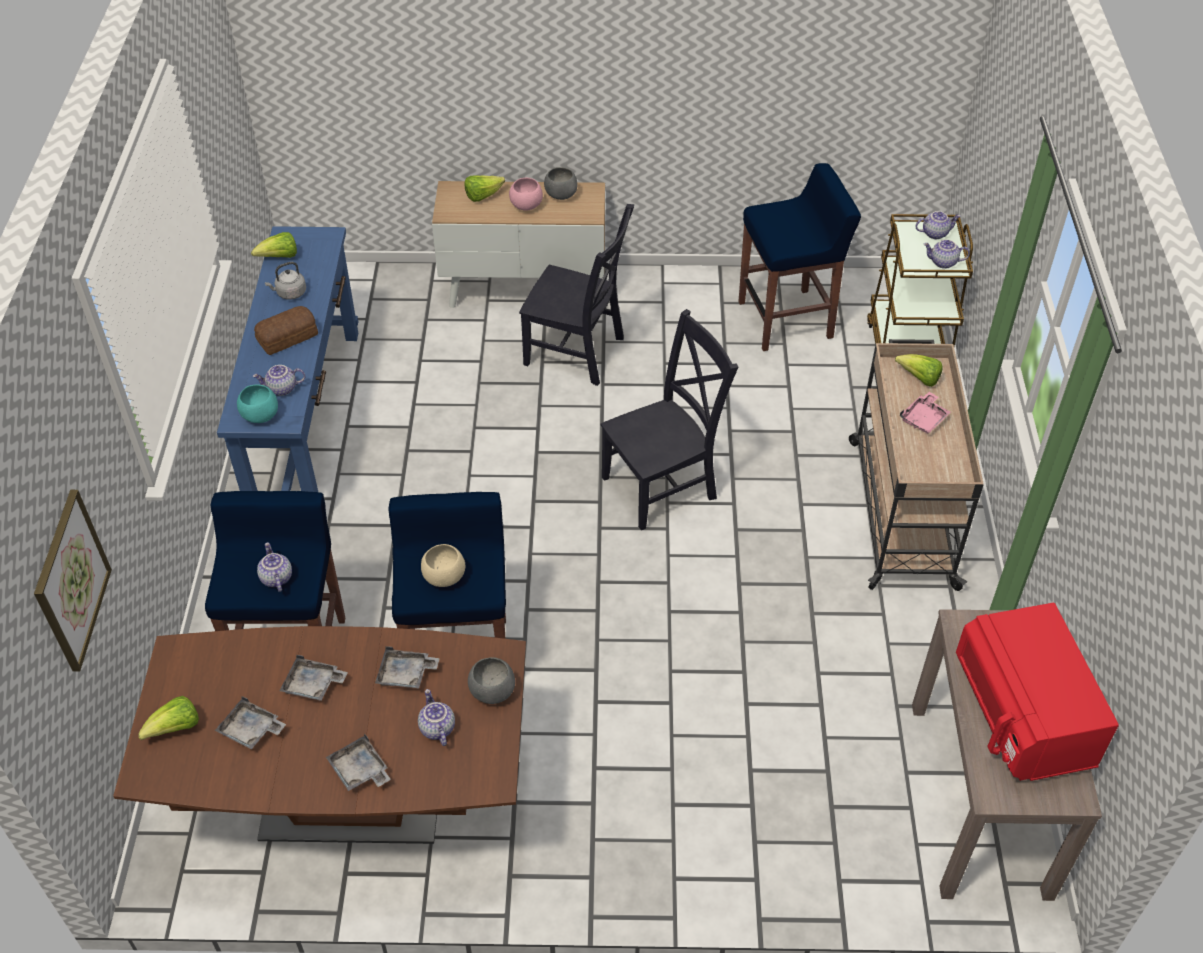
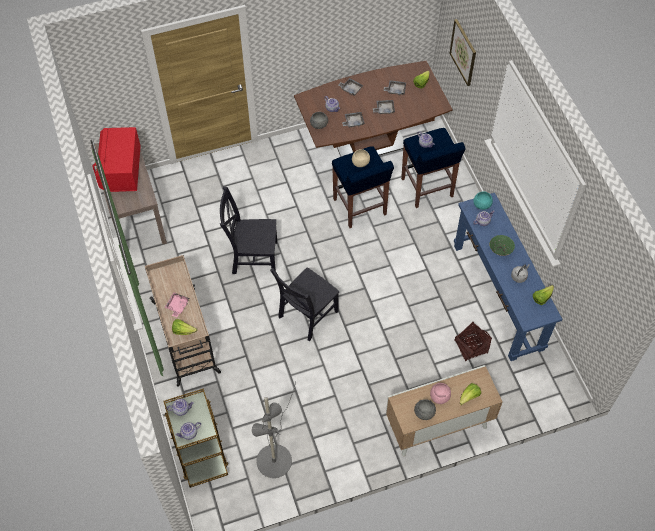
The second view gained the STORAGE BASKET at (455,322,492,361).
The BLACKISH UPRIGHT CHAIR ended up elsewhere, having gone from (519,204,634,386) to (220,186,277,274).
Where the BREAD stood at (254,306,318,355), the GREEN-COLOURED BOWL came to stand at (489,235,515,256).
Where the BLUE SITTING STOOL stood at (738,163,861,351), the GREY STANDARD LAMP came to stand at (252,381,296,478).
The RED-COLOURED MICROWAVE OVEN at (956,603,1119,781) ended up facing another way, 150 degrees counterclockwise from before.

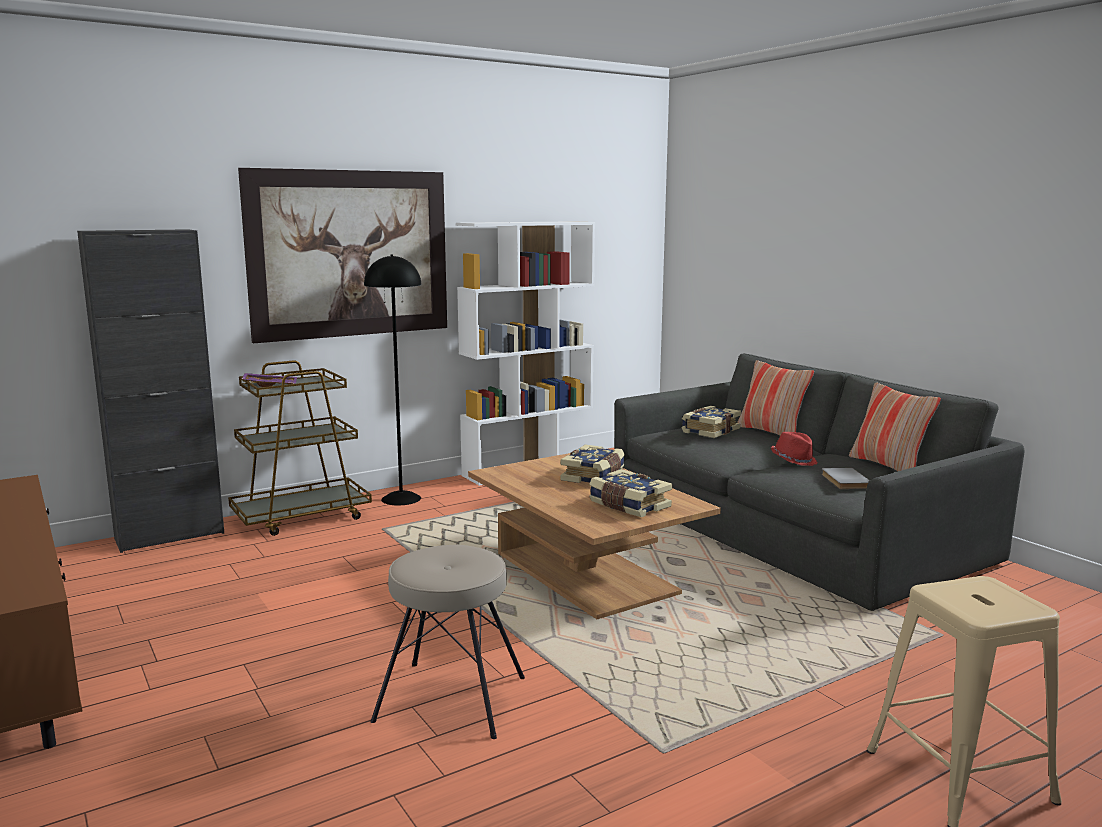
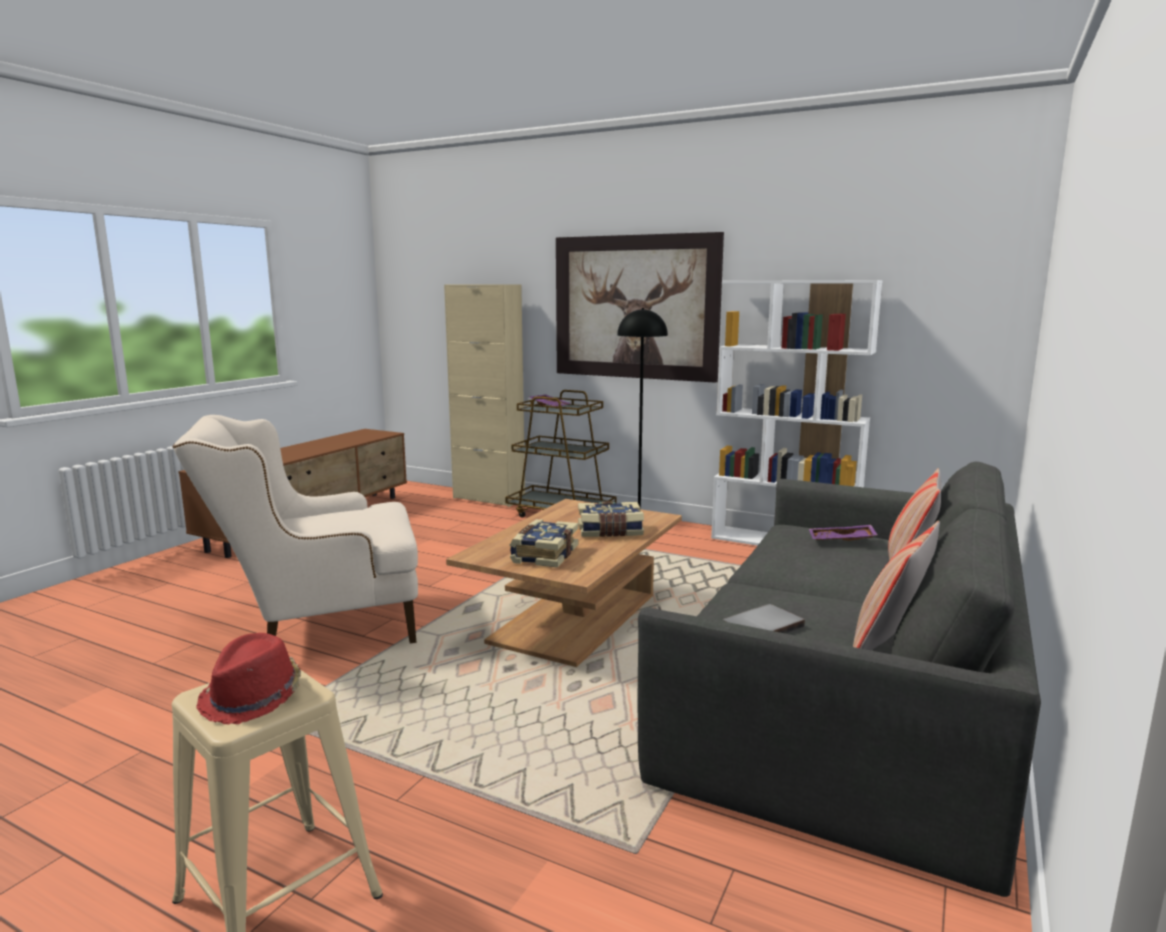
The RED-COLOURED CLOTHING HAT ended up elsewhere, having gone from (771,432,817,466) to (197,633,301,725).
Where the BEIGE-COLOURED SITTING STOOL stood at (371,545,525,739), the BEIGE-COLOURED EASY CHAIR came to stand at (172,415,418,644).
Where the BOUND BOOK stood at (681,406,741,438), the PURPLE-COLOURED SERVING TRAY came to stand at (809,525,878,541).
What was the BLACKISH CUPBOARD at (77,229,224,553) turned into the BEIGE-COLOURED CUPBOARD at (444,284,525,507).

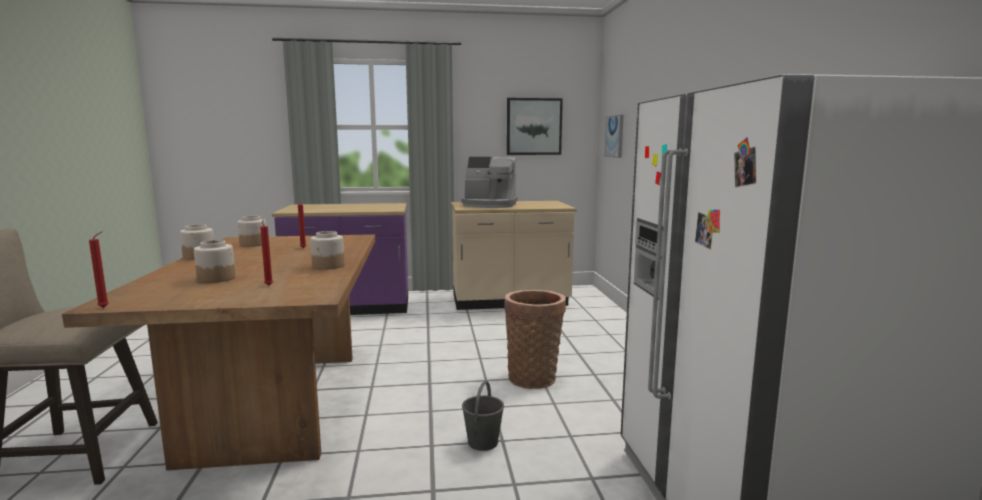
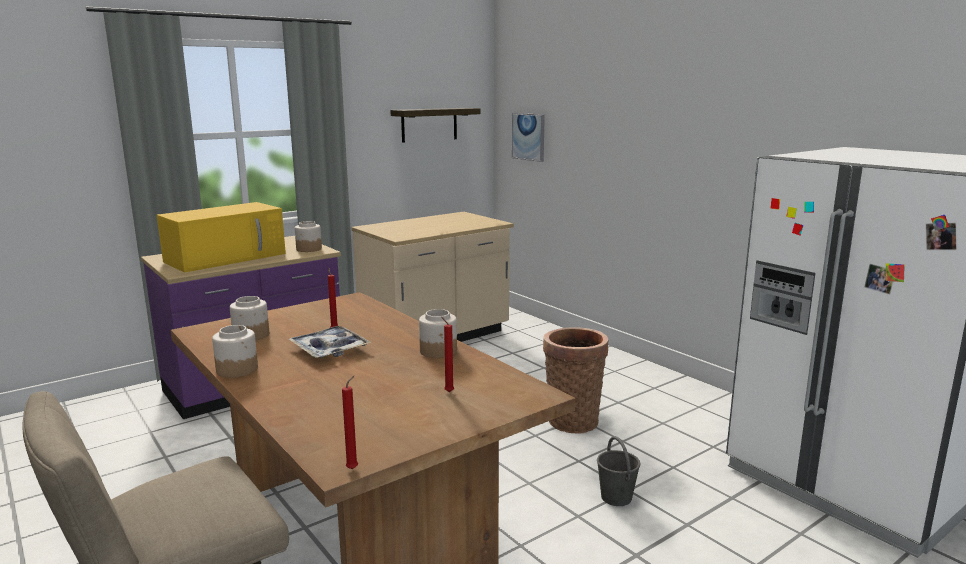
The second view lost the COFFEE MAKER at (462,157,518,208).
The second view gained the YELLOW-COLOURED MICROWAVE OVEN at (157,202,286,273).
The second view gained the SERVING TRAY at (289,326,371,358).
The STORAGE JAR ended up elsewhere, having gone from (194,240,235,283) to (295,221,322,252).
Where the WALL ART hung at (507,98,563,155), the WALL SHELF came to hang at (390,108,480,143).

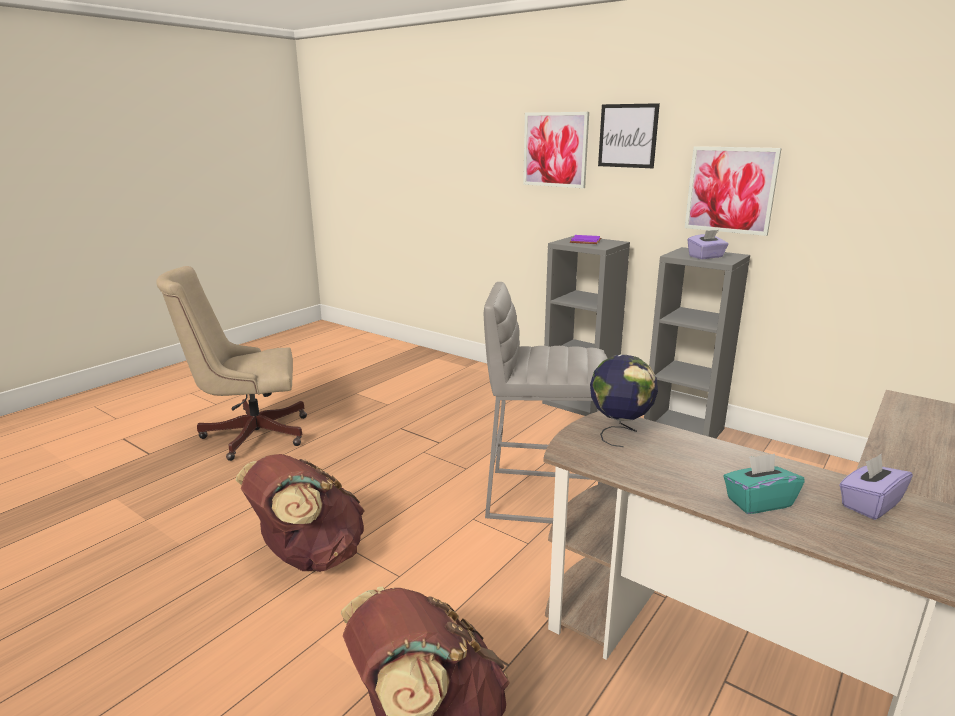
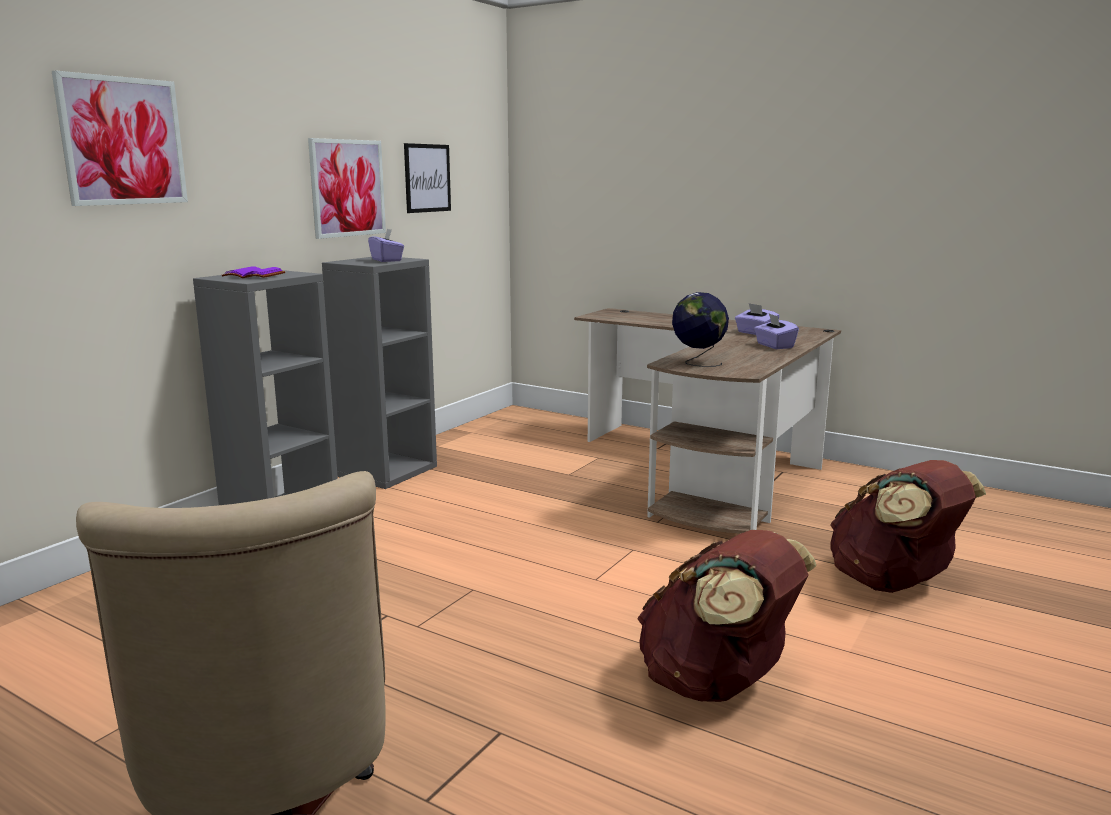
The second view lost the GREY SITTING STOOL at (484,282,608,524).
The WALL ART ended up elsewhere, having gone from (598,103,660,168) to (404,143,451,213).
What was the BLUE-GREEN TISSUE HOLDER at (723,454,805,514) turned into the PURPLE-COLOURED TISSUE HOLDER at (754,314,799,349).

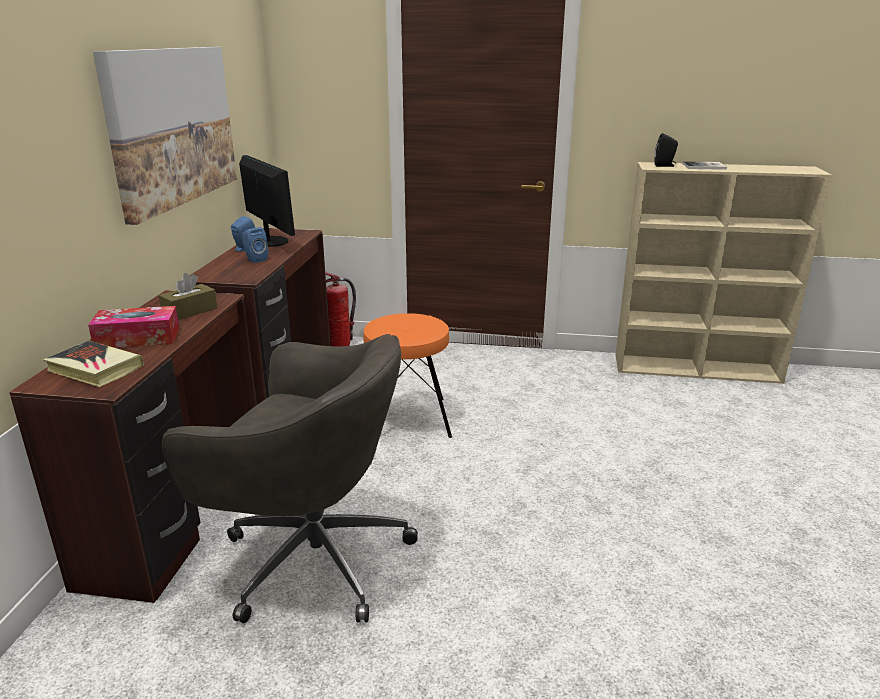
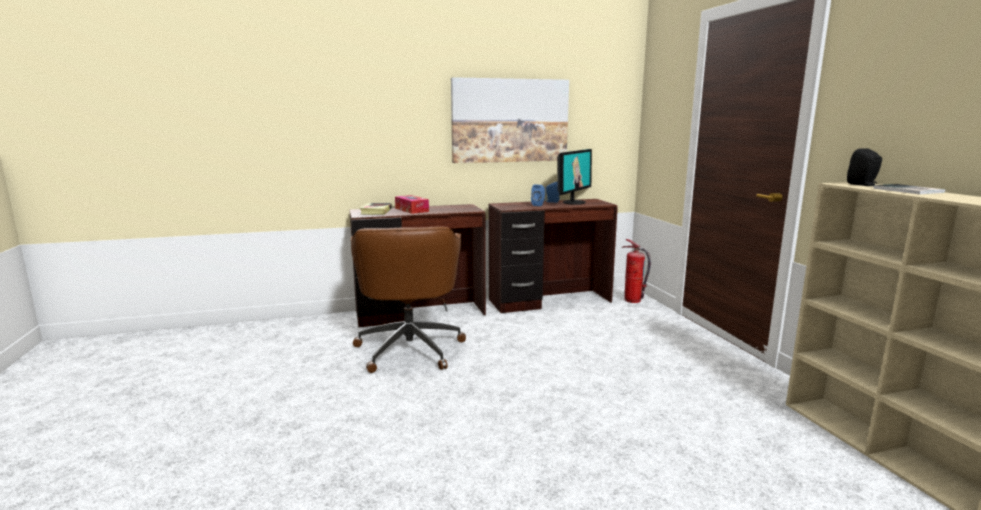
The second view lost the BROWNISH TISSUE HOLDER at (159,273,217,320).
The second view lost the ORANGE-COLOURED SITTING STOOL at (363,313,452,438).
What was the GREY OFFICE CHAIR at (162,334,418,623) turned into the BROWNISH OFFICE CHAIR at (350,226,466,373).

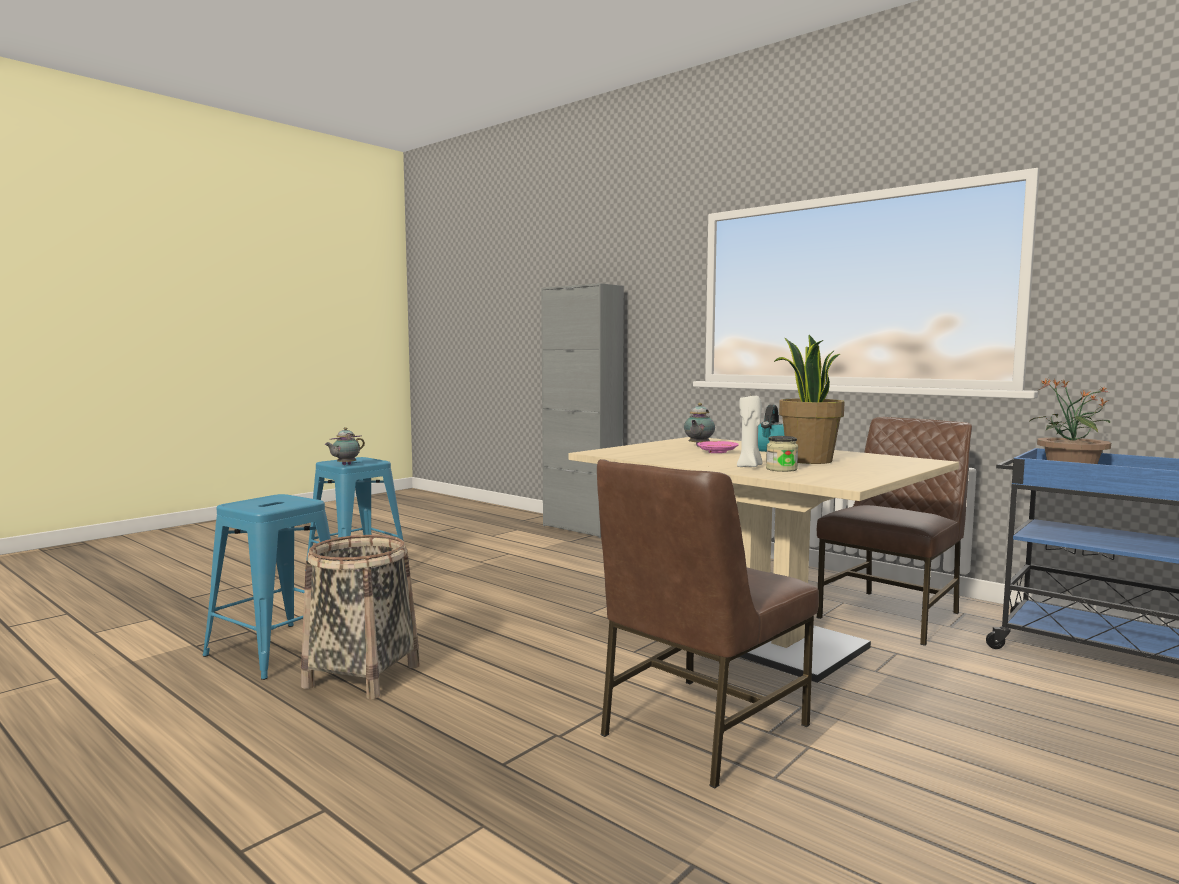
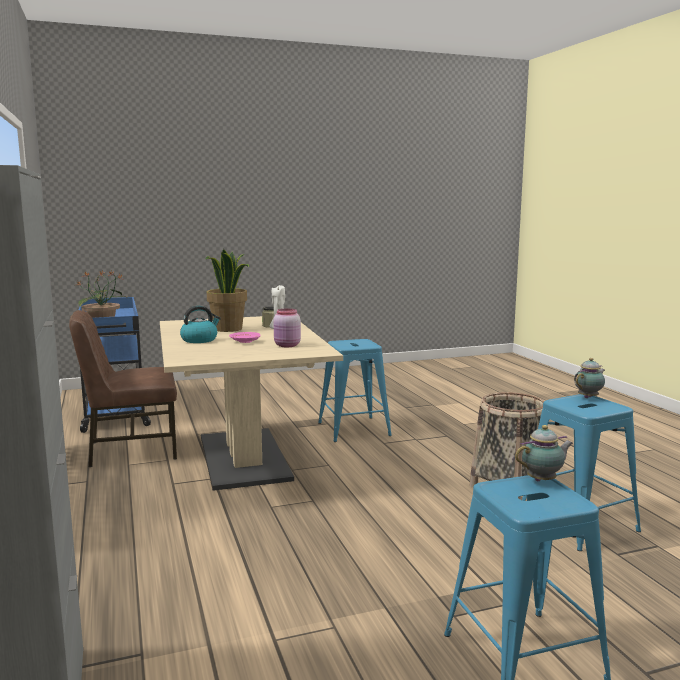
The second view gained the PINKISH STORAGE JAR at (273,308,301,347).
The TEA POT ended up elsewhere, having gone from (684,403,715,447) to (574,358,605,398).
Where the BROWNISH UPRIGHT CHAIR stood at (597,459,819,788), the BLUE SITTING STOOL came to stand at (318,339,392,442).

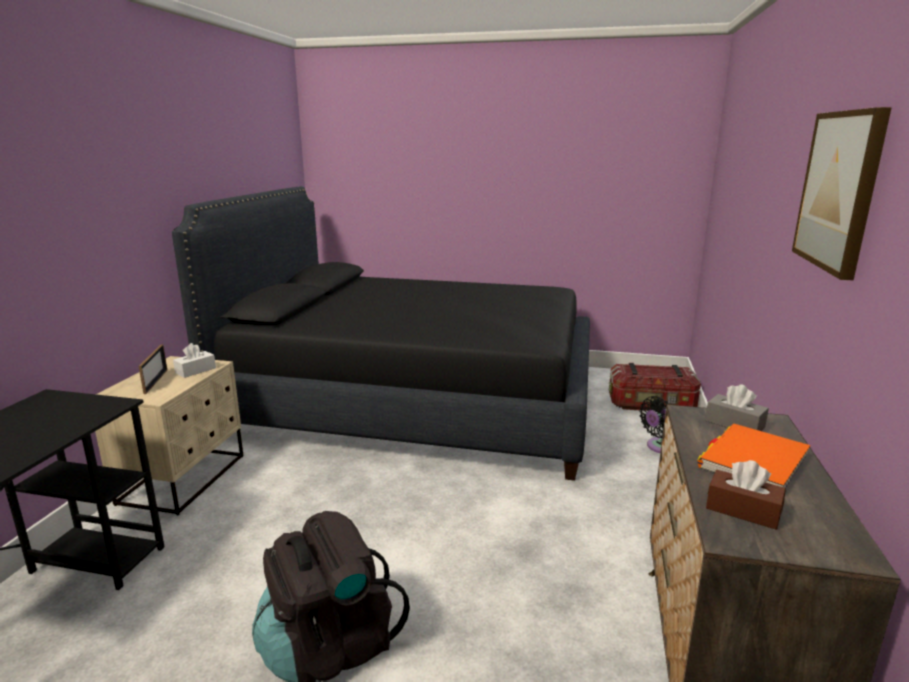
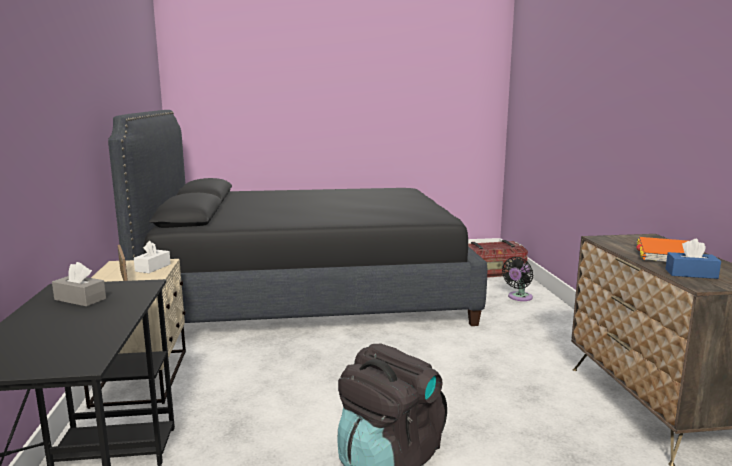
The second view lost the WALL ART at (792,107,892,280).
The GREY TISSUE HOLDER ended up elsewhere, having gone from (705,384,769,431) to (52,262,106,307).
What was the BROWNISH TISSUE HOLDER at (706,460,786,530) turned into the BLUE TISSUE HOLDER at (665,239,721,279).

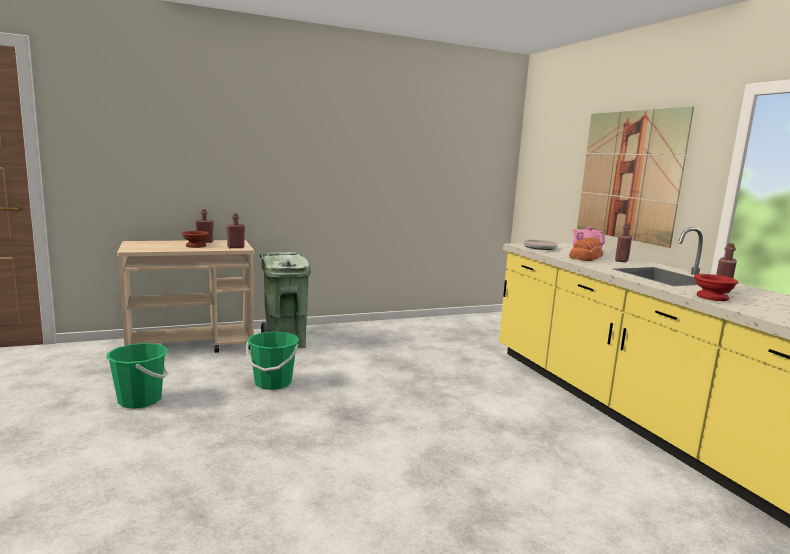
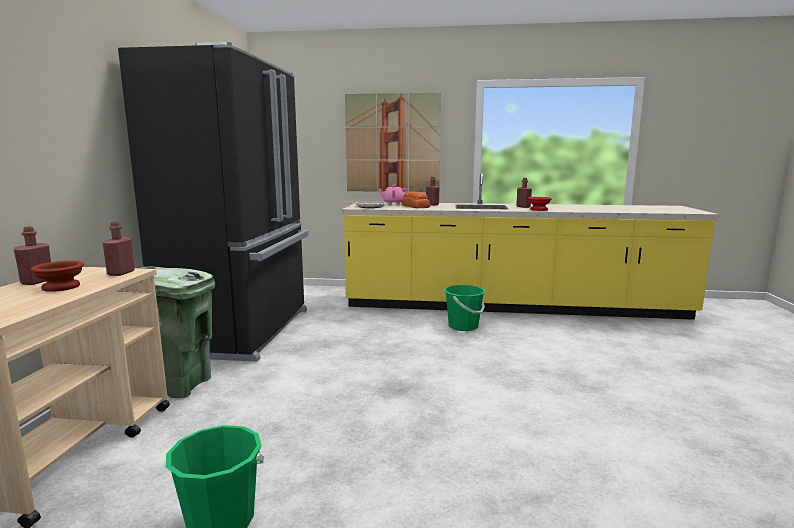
The second view gained the BLACKISH REFRIGERATOR at (118,42,308,362).
The GREEN-COLOURED WATER BUCKET ended up elsewhere, having gone from (246,332,299,390) to (444,285,485,331).

